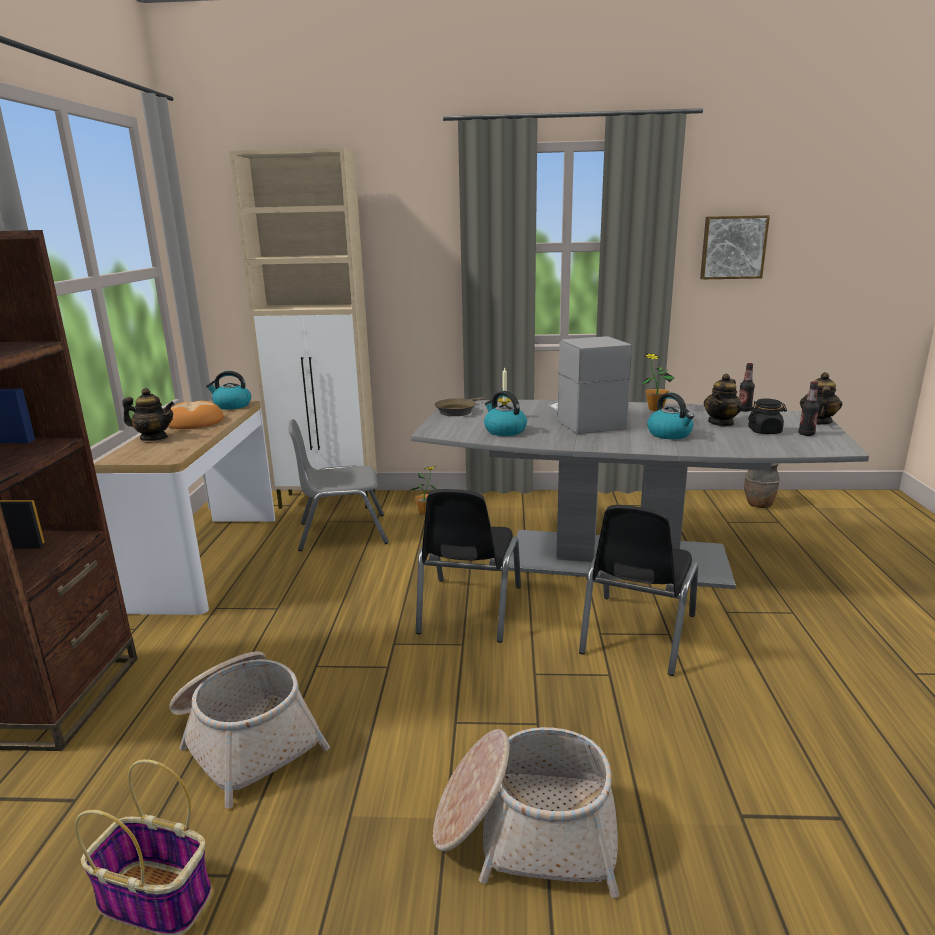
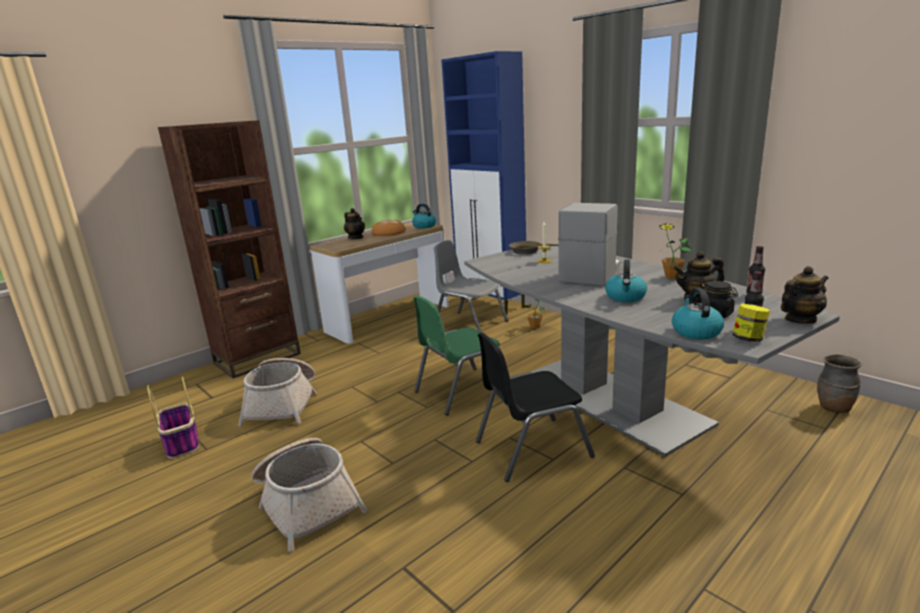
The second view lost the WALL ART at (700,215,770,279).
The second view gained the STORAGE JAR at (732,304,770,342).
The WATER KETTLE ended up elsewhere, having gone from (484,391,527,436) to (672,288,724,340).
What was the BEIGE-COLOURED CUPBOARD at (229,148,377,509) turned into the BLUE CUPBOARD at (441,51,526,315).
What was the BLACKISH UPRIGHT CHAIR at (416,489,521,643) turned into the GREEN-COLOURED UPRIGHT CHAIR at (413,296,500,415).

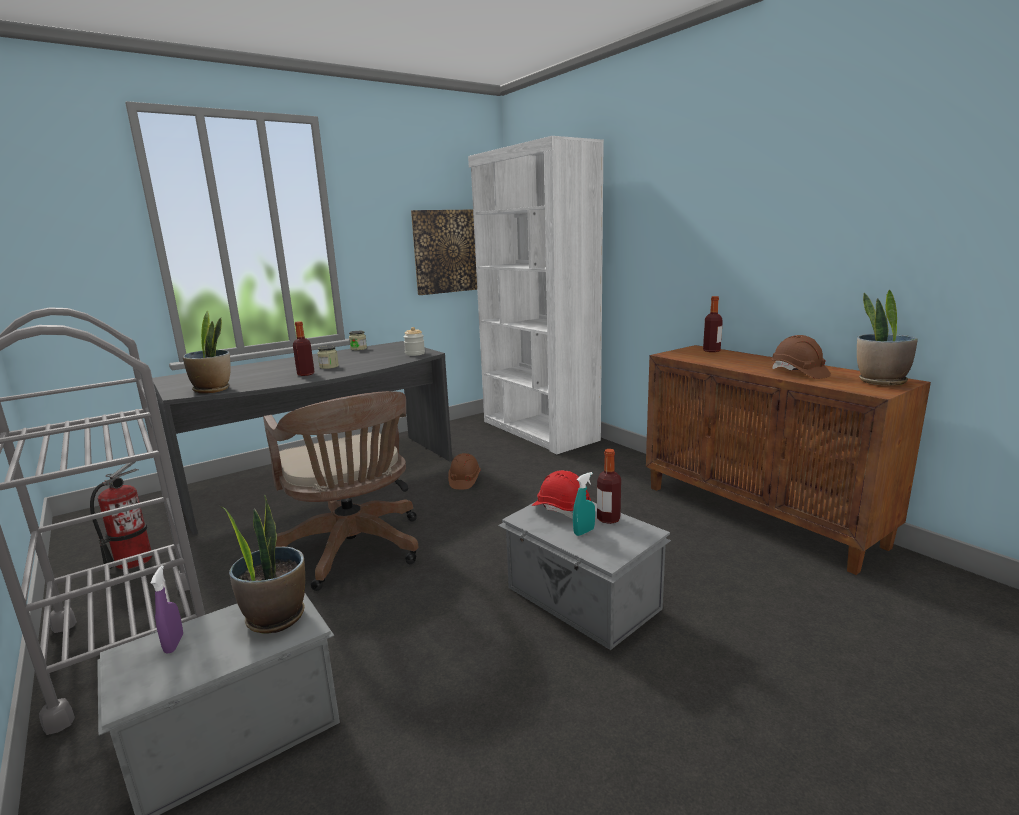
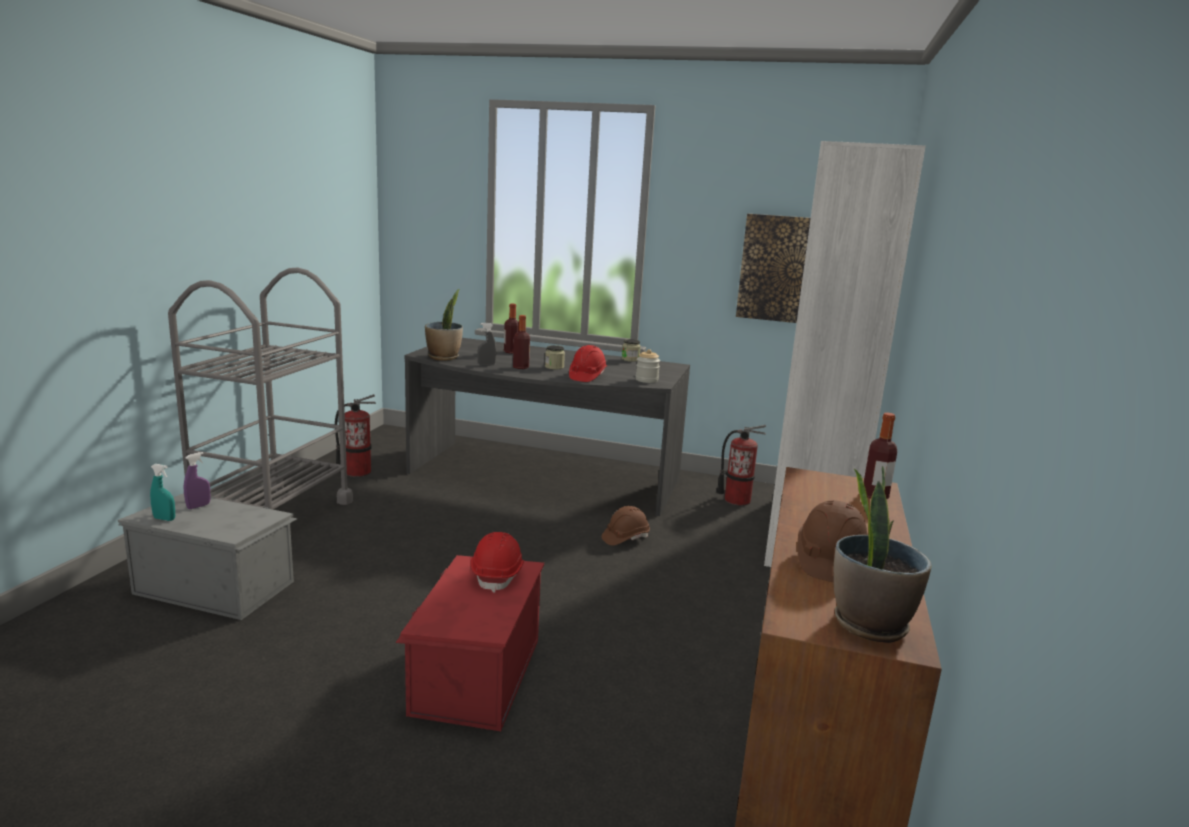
The second view lost the PLANT IN A POT at (220,495,305,634).
The second view lost the BROWNISH OFFICE CHAIR at (263,391,419,591).
The second view gained the GREY SPRAYER at (477,323,497,366).
The second view gained the RED-COLOURED SAFETY HELMET at (569,345,607,382).
The second view gained the FIRE EXTINGUISHER at (717,425,766,506).
The BLUE-GREEN SPRAYER ended up elsewhere, having gone from (573,472,595,536) to (150,464,175,521).
The BOTTLE ended up elsewhere, having gone from (597,449,621,524) to (504,304,519,354).
What was the GREY STORAGE BOX at (498,501,671,650) turned into the RED-COLOURED STORAGE BOX at (396,555,544,731).

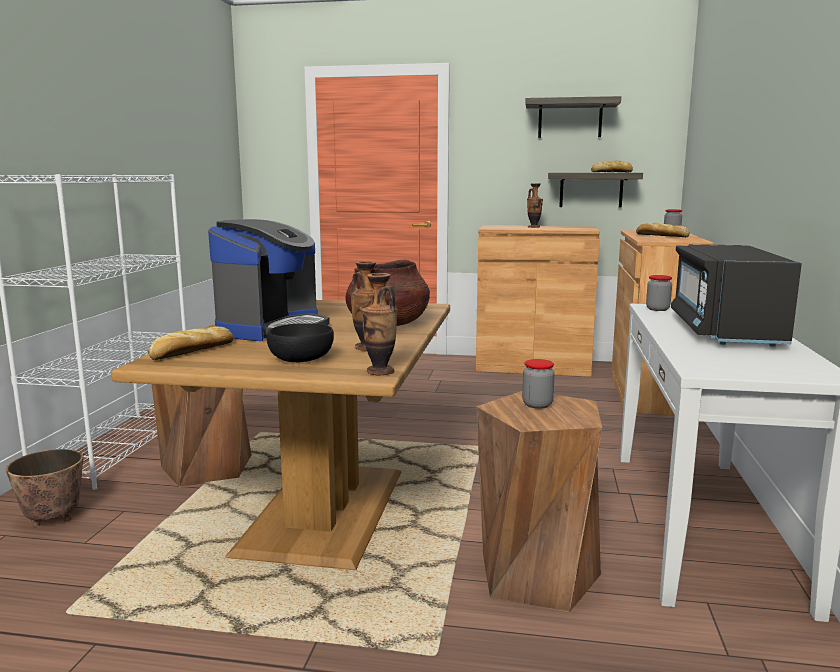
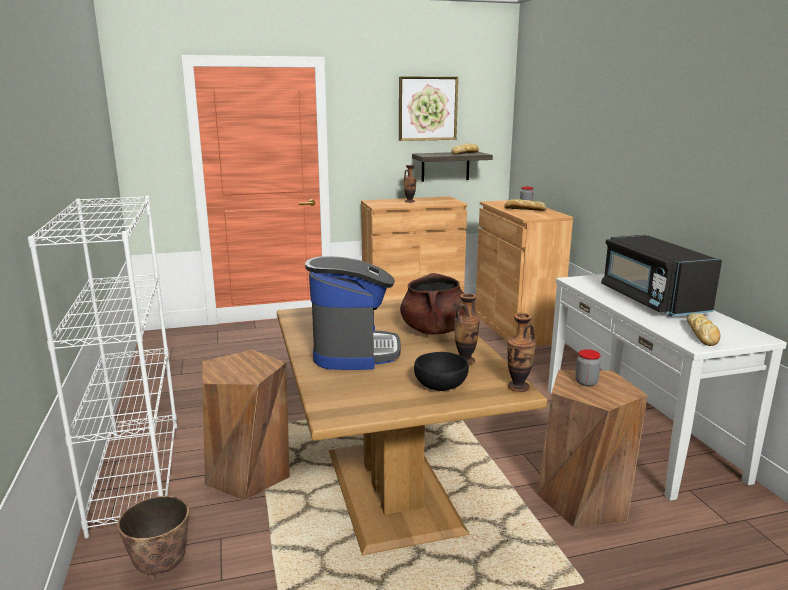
The second view lost the STORAGE JAR at (646,275,672,311).
The BREAD ended up elsewhere, having gone from (149,326,233,360) to (687,313,720,346).
Where the WALL SHELF hung at (525,96,621,138), the WALL ART came to hang at (399,76,458,141).

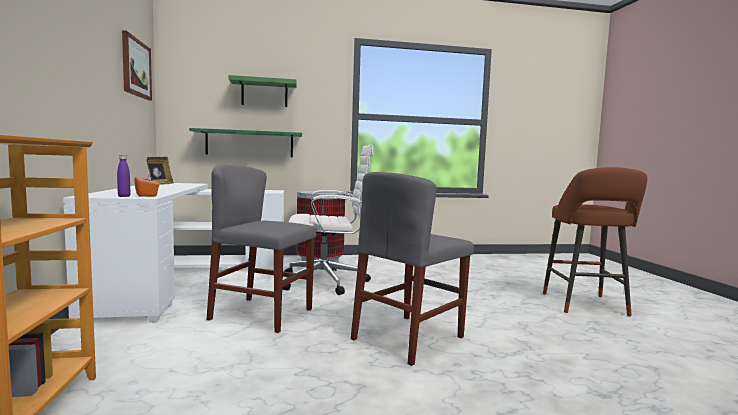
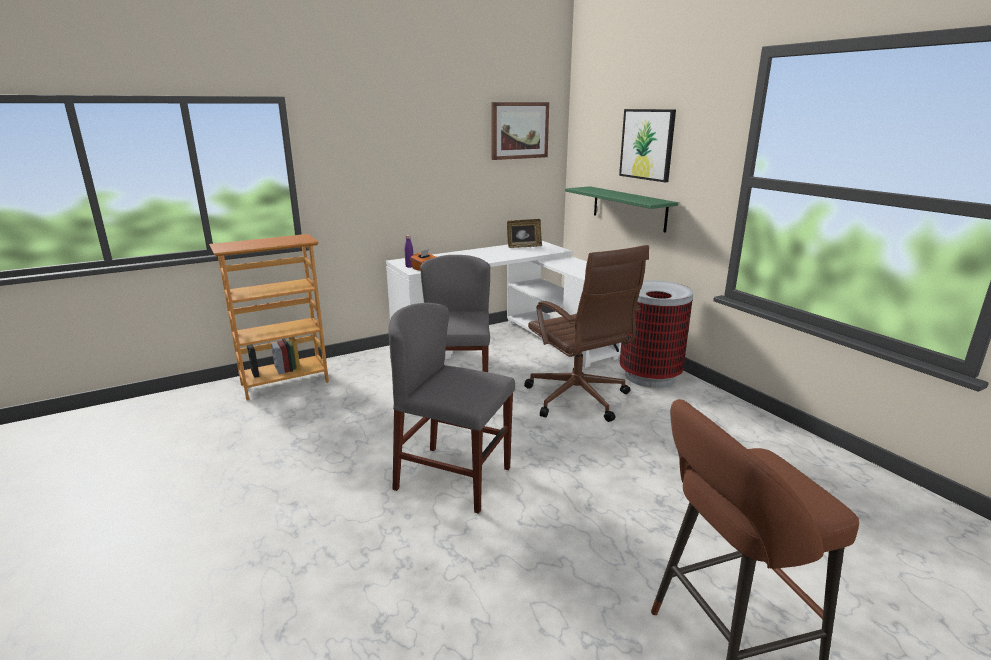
Where the GREEN-COLOURED WALL SHELF hung at (229,75,297,107), the WALL ART came to hang at (619,109,676,182).
What was the WHITISH OFFICE CHAIR at (282,144,374,295) turned into the BROWNISH OFFICE CHAIR at (524,245,649,422).

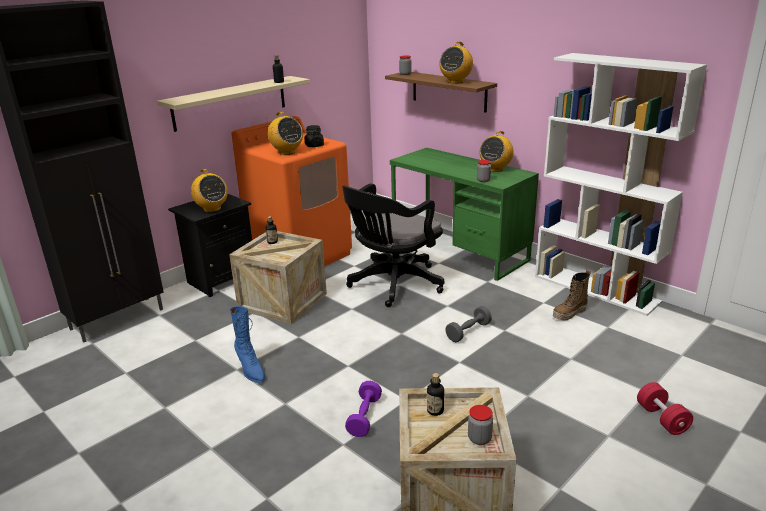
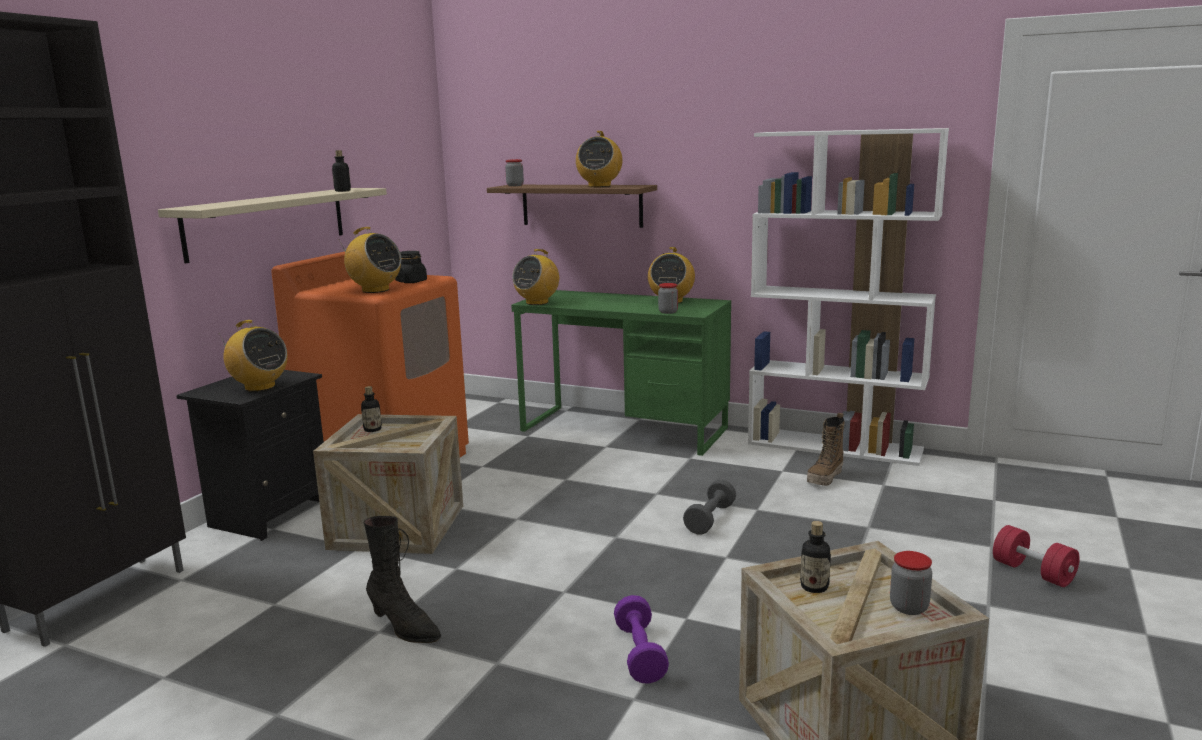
The second view lost the BLACKISH OFFICE CHAIR at (342,183,444,307).
The second view gained the RADIO at (512,249,559,305).
What was the BLUE BOOT at (230,306,265,383) turned into the BLACKISH BOOT at (364,516,441,643).

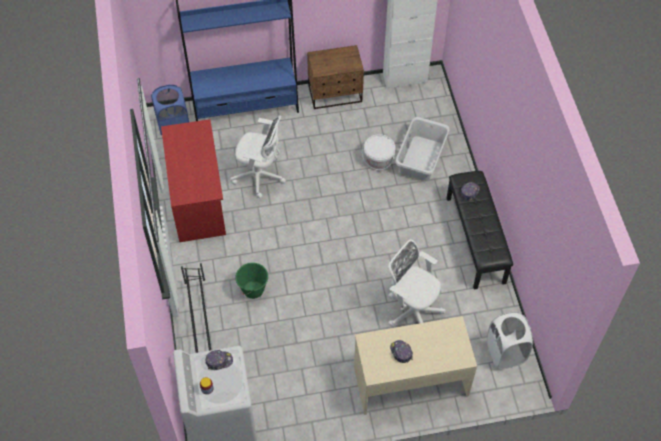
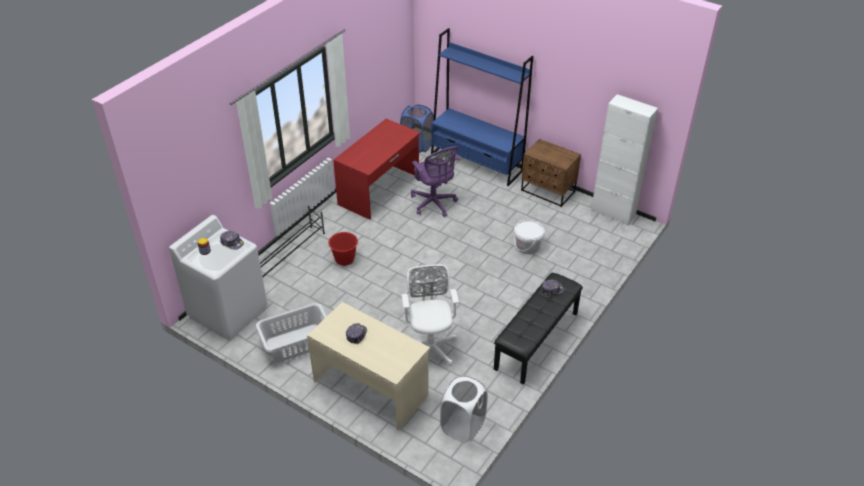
The GREY WASHING BASKET ended up elsewhere, having gone from (395,117,450,181) to (256,303,327,362).
What was the WHITISH OFFICE CHAIR at (230,115,286,199) turned into the PURPLE-COLOURED OFFICE CHAIR at (411,146,460,217).
What was the GREEN-COLOURED WATER BUCKET at (235,263,268,299) turned into the RED-COLOURED WATER BUCKET at (328,232,358,266).

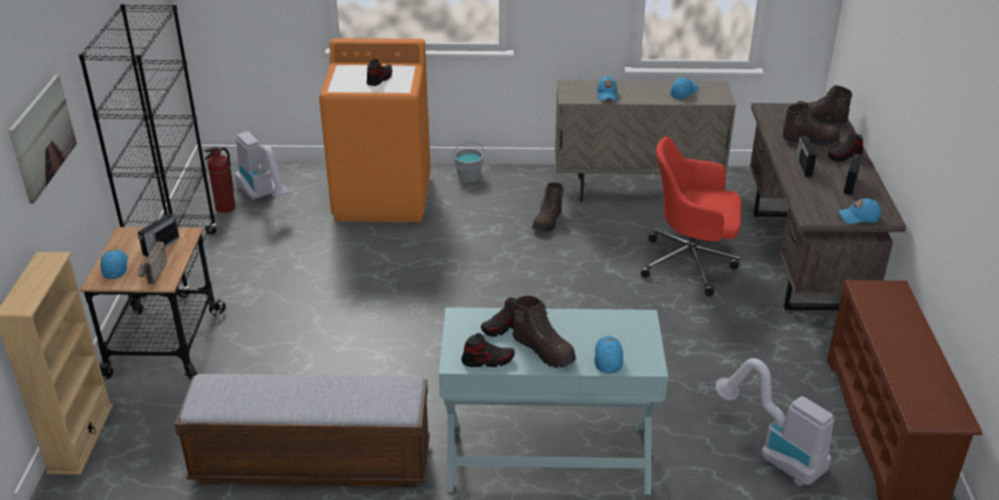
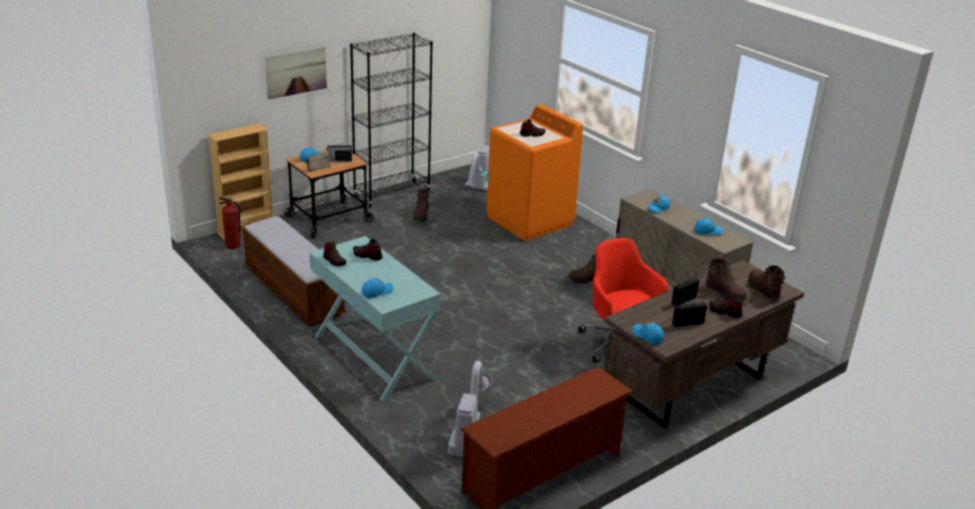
The second view lost the GREY WATER BUCKET at (453,142,484,183).
The FIRE EXTINGUISHER ended up elsewhere, having gone from (204,147,236,213) to (219,197,242,249).
The BROWNISH BOOT ended up elsewhere, having gone from (512,296,576,368) to (413,189,430,221).

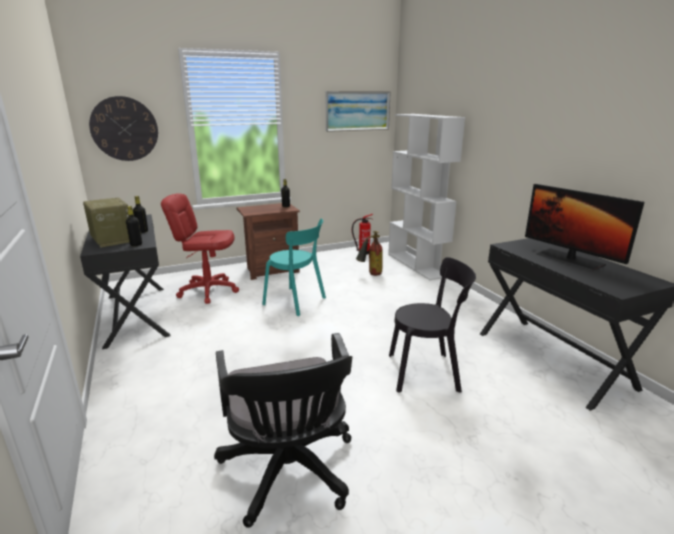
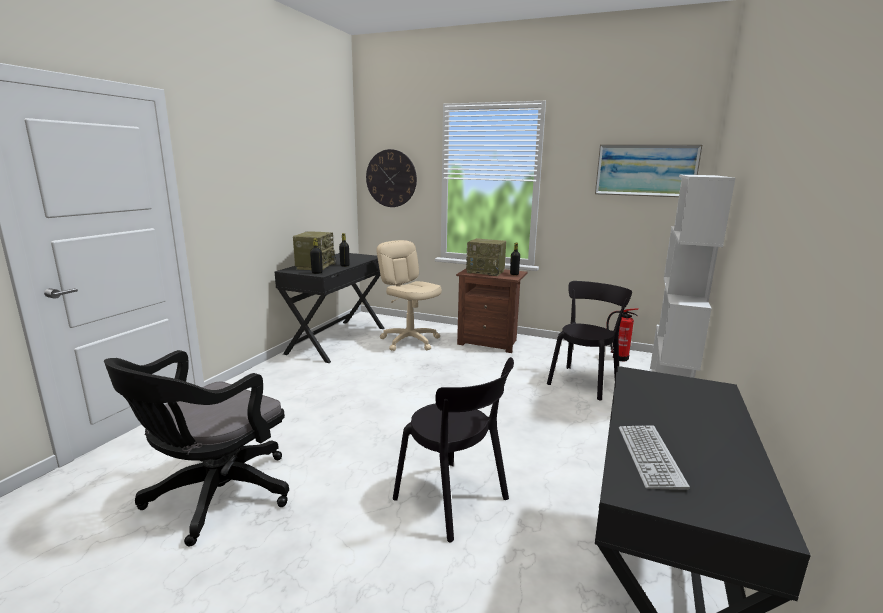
The second view lost the BLUE-GREEN UPRIGHT CHAIR at (262,219,326,316).
The second view lost the MONITOR at (525,184,644,271).
The second view gained the RADIO at (466,238,506,276).
The second view gained the KEYBOARD at (619,425,690,490).
Where the FIRE EXTINGUISHER stood at (356,231,382,276), the BLACKISH UPRIGHT CHAIR came to stand at (547,281,632,401).
What was the RED-COLOURED OFFICE CHAIR at (161,193,239,304) turned into the BEIGE-COLOURED OFFICE CHAIR at (377,240,442,351).

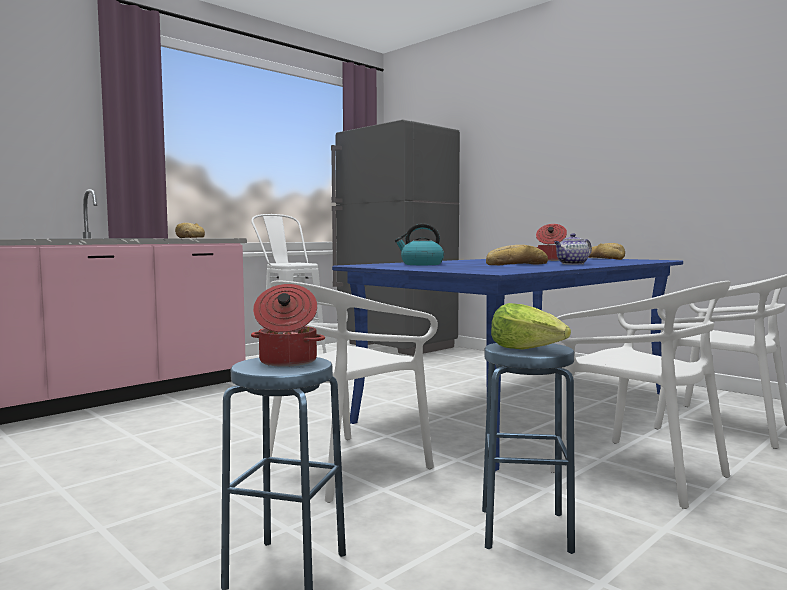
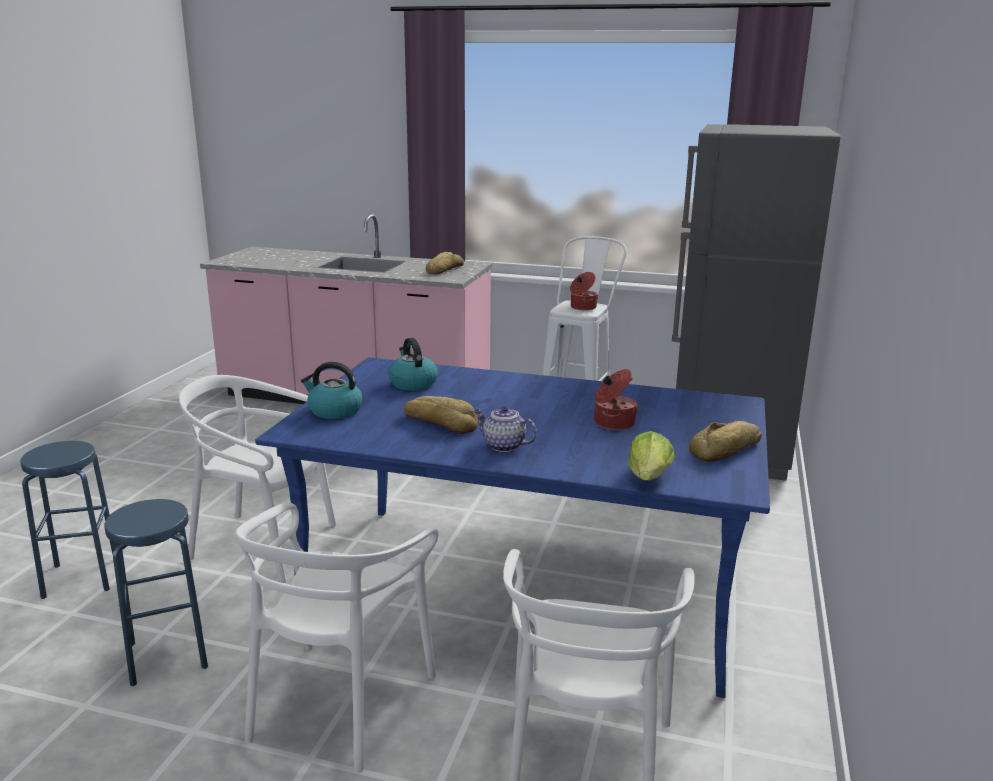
The second view gained the WATER KETTLE at (301,362,363,419).
The STOCKPOT ended up elsewhere, having gone from (251,284,325,367) to (570,272,598,310).
The LETTUCE ended up elsewhere, having gone from (491,303,571,349) to (628,431,675,481).

